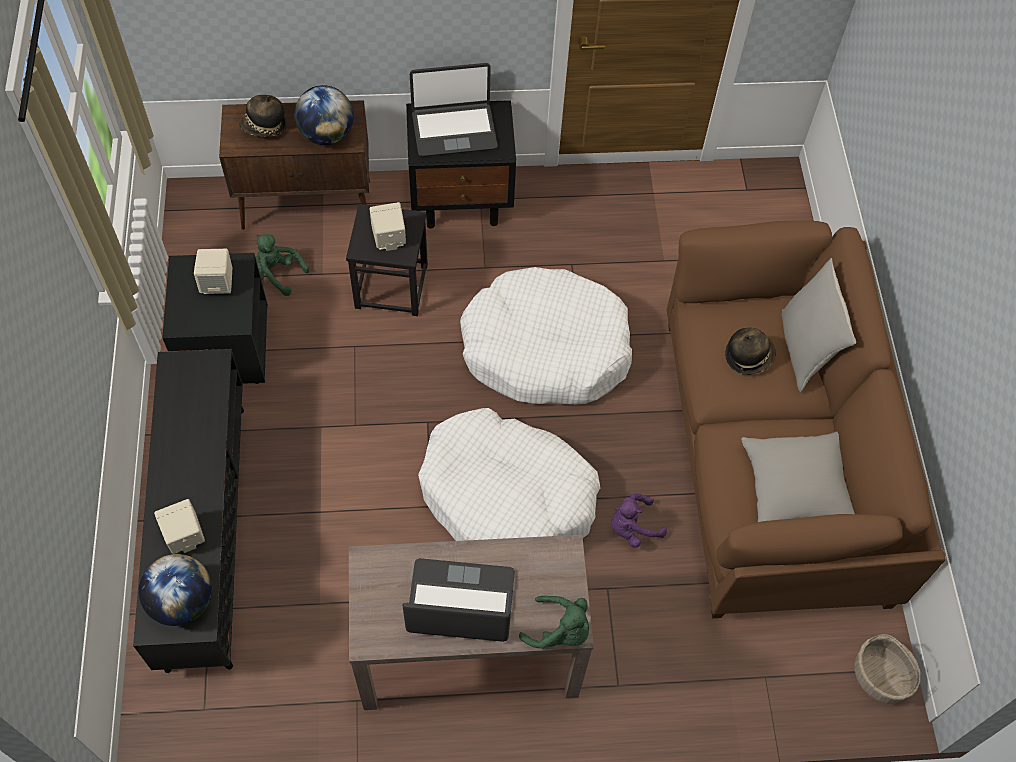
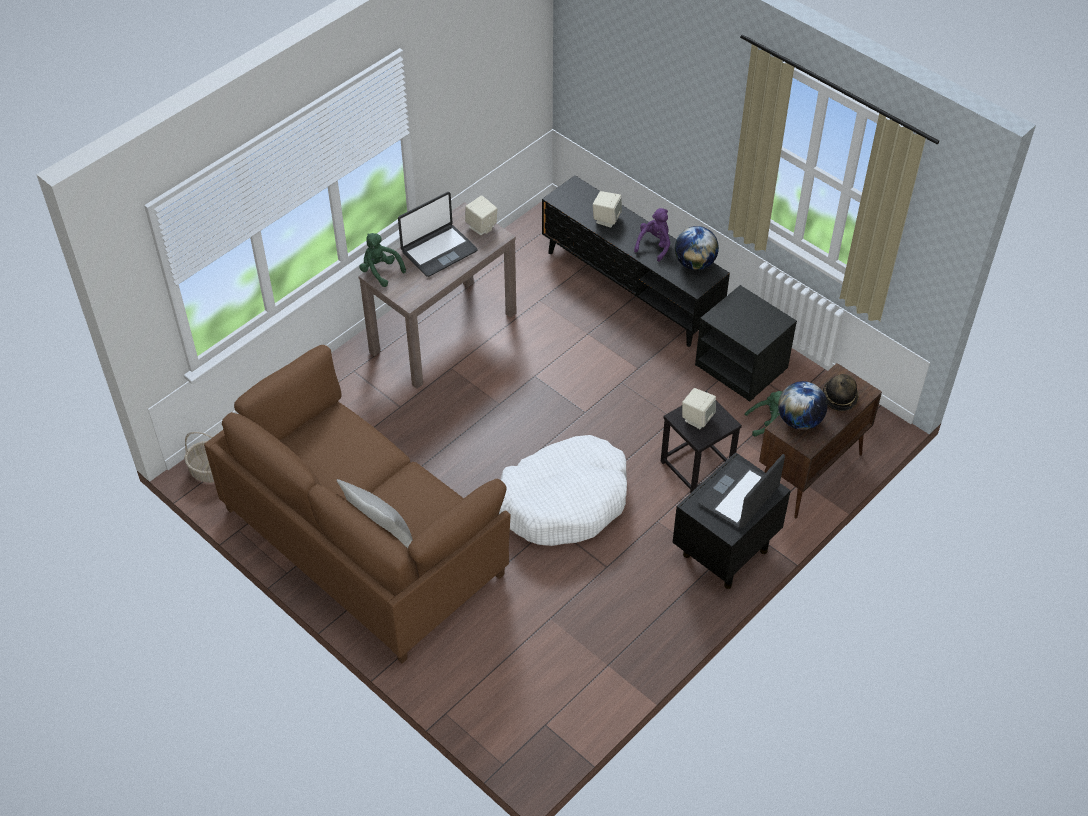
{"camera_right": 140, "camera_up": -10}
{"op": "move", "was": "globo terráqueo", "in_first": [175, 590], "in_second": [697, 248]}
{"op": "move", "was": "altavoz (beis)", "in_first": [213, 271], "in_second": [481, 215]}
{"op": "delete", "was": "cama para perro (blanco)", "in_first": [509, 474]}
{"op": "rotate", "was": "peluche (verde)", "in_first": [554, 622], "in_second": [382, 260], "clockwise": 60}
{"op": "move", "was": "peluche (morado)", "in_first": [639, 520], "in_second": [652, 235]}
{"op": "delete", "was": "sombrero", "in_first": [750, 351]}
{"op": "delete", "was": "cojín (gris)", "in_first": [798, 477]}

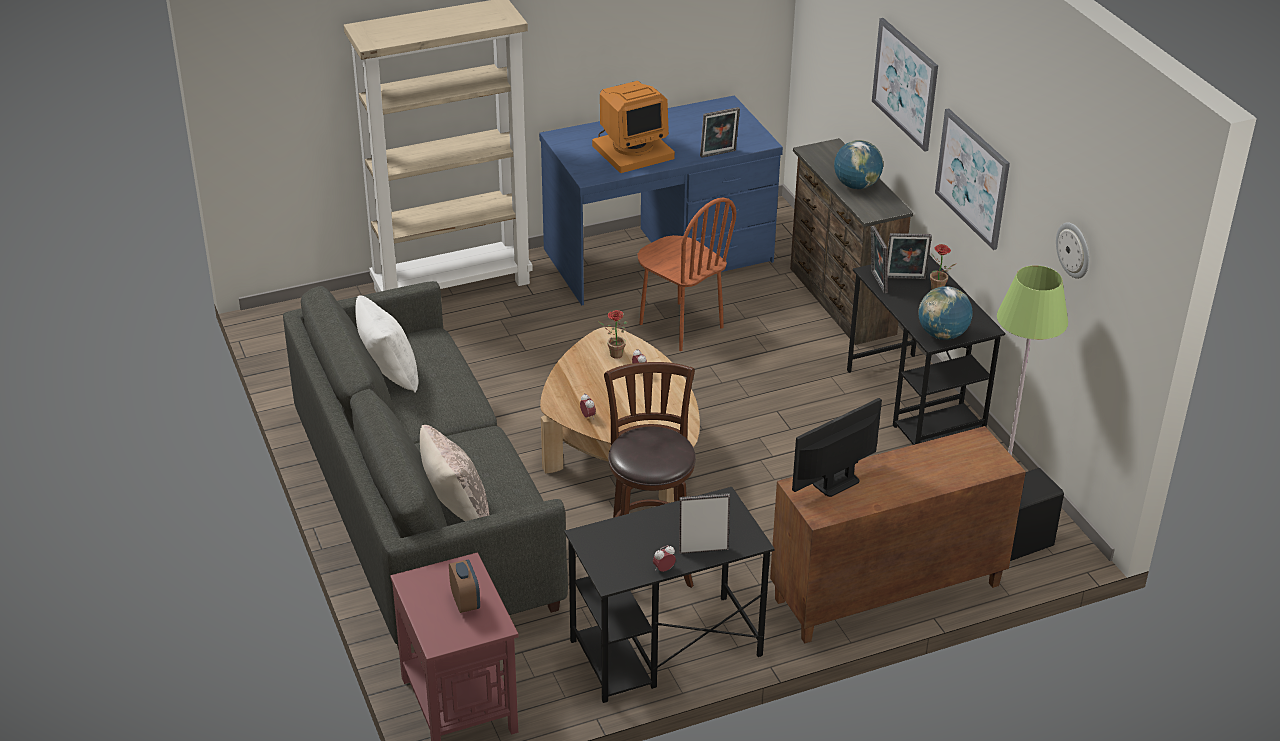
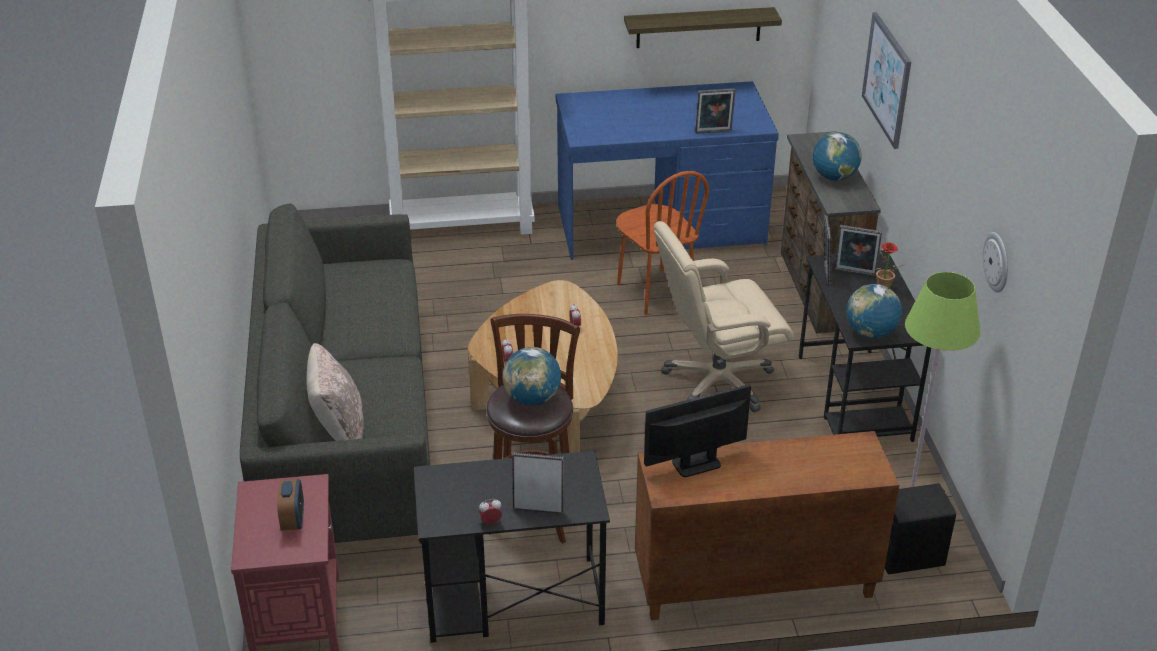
{"camera_right": 15, "camera_up": 0}
{"op": "delete", "was": "cojín (blanco)", "in_first": [386, 343]}
{"op": "delete", "was": "monitor", "in_first": [633, 127]}
{"op": "delete", "was": "planta en maceta", "in_first": [612, 334]}
{"op": "delete", "was": "cuadro", "in_first": [972, 179]}
{"op": "insert", "now": "globo terráqueo", "in_second": [531, 376]}
{"op": "insert", "now": "estante", "in_second": [703, 27]}
{"op": "insert", "now": "silla de oficina (beis)", "in_second": [724, 316]}

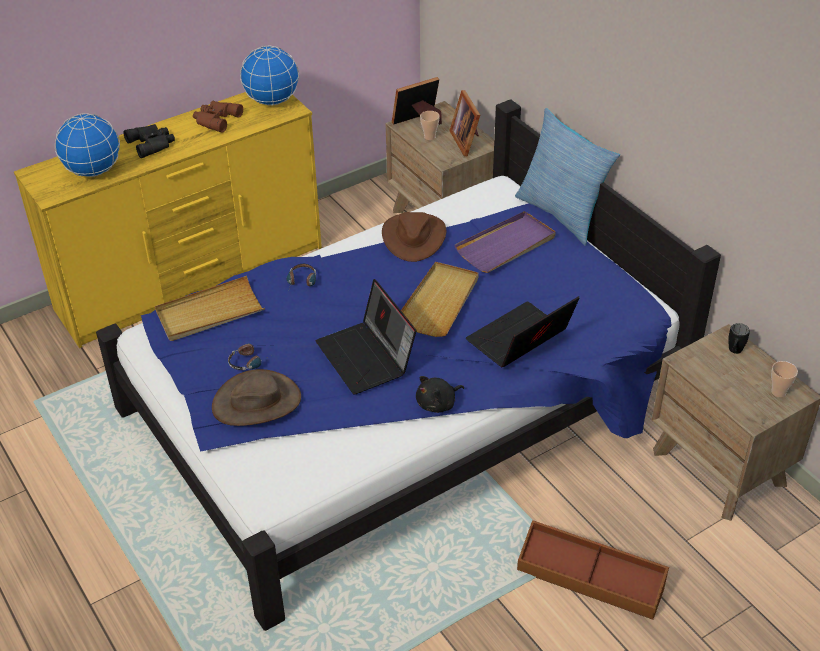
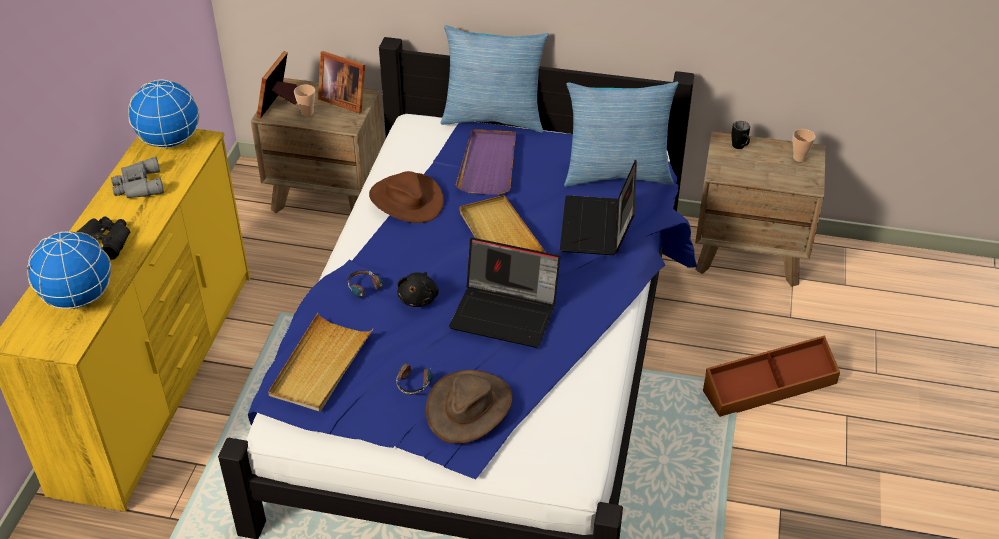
{"camera_right": -45, "camera_up": 0}
{"op": "recolor", "was": "prismáticos (marrón)", "now": "prismáticos (gris)", "in_first": [218, 117], "in_second": [137, 177]}
{"op": "move", "was": "peluche (negro)", "in_first": [440, 394], "in_second": [418, 289]}
{"op": "insert", "now": "cojín", "in_second": [621, 134]}

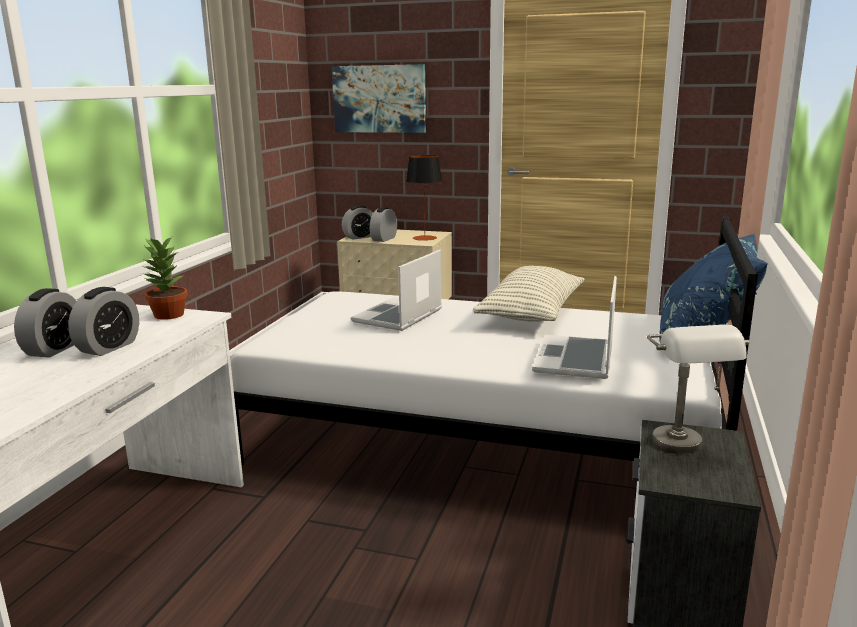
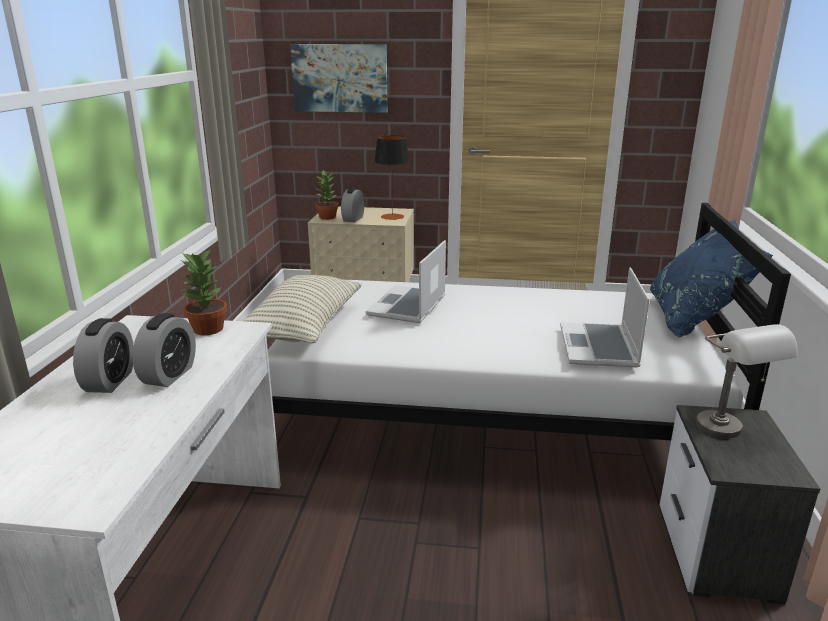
{"camera_right": -10, "camera_up": 5}
{"op": "replace", "was": "despertador", "now": "planta en maceta", "in_first": [357, 223], "in_second": [327, 195]}
{"op": "move", "was": "cojín", "in_first": [528, 294], "in_second": [302, 309]}

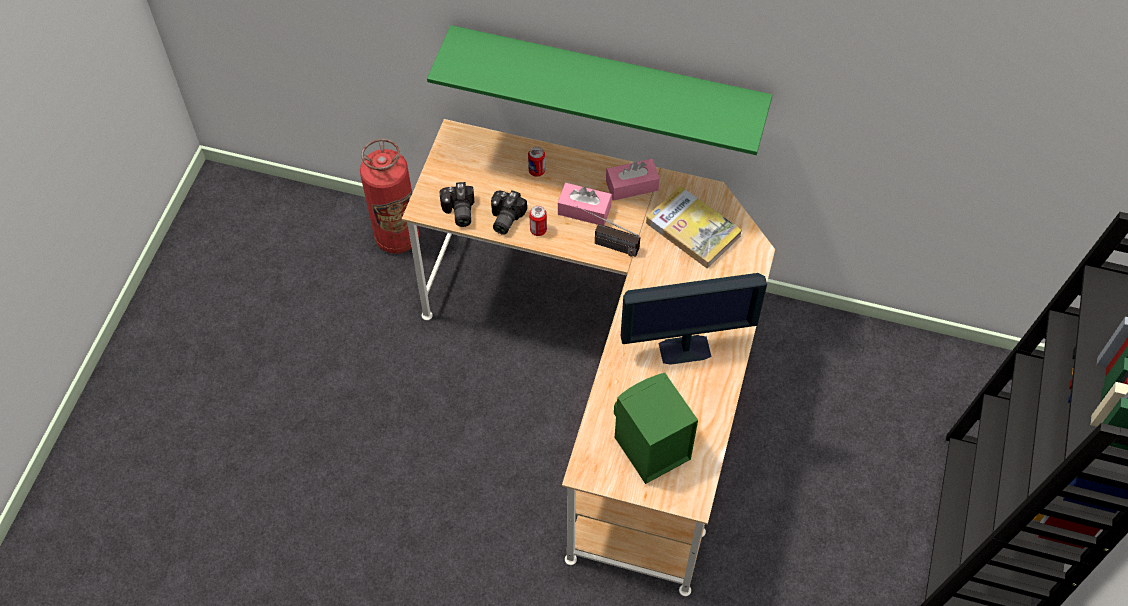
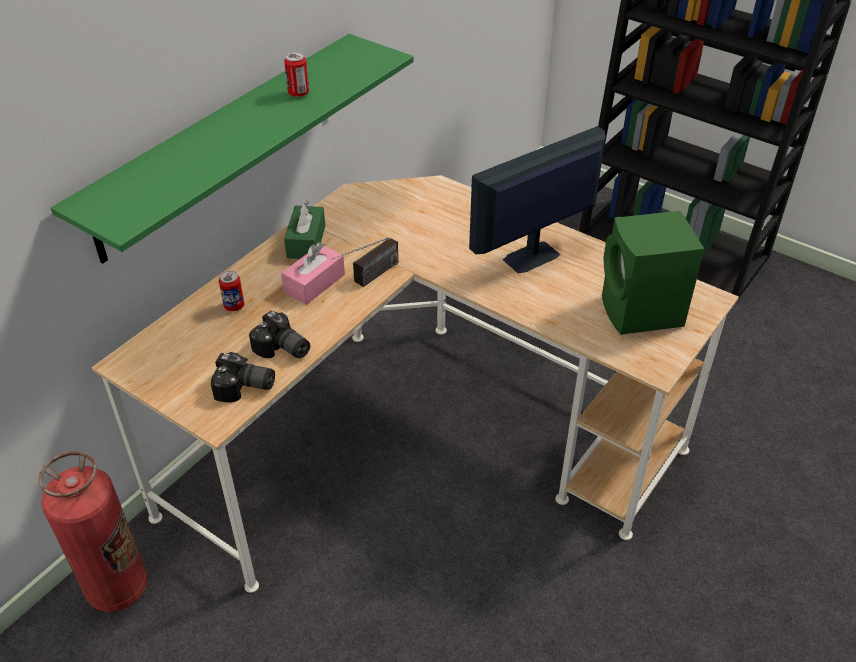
{"camera_right": -70, "camera_up": -15}
{"op": "move", "was": "lata", "in_first": [538, 221], "in_second": [296, 74]}
{"op": "recolor", "was": "caja de pañuelos (rosa)", "now": "caja de pañuelos (verde)", "in_first": [633, 180], "in_second": [304, 229]}
{"op": "rotate", "was": "monitor", "in_first": [694, 319], "in_second": [537, 200], "clockwise": -135}
{"op": "delete", "was": "libro", "in_first": [694, 227]}

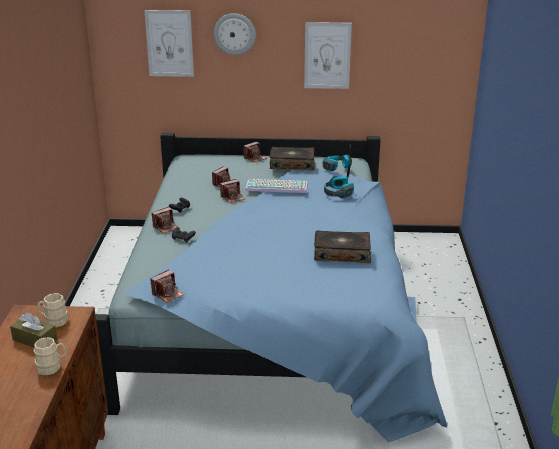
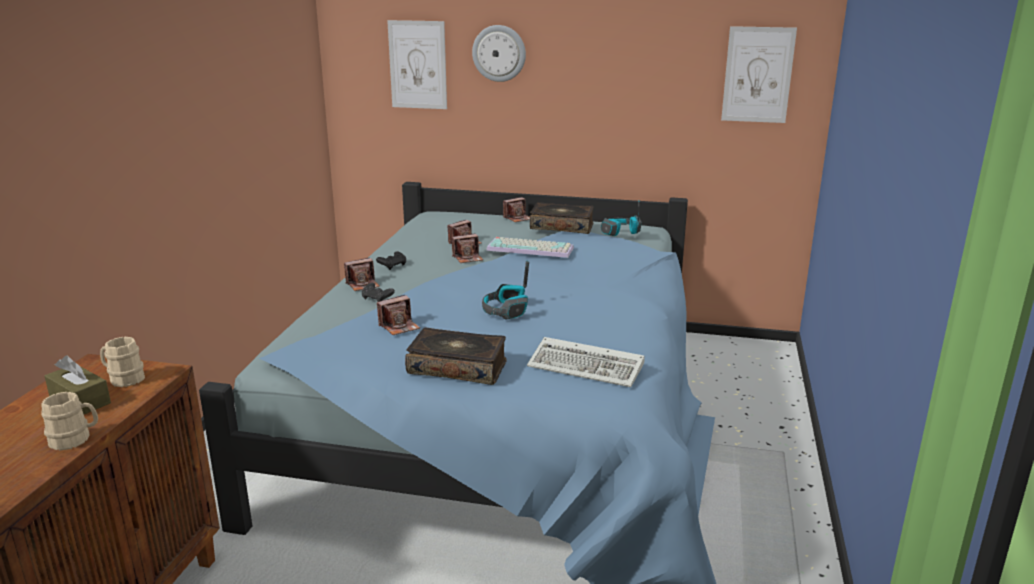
{"camera_right": 10, "camera_up": -5}
{"op": "move", "was": "cámara", "in_first": [167, 286], "in_second": [398, 315]}
{"op": "move", "was": "cuadro", "in_first": [328, 55], "in_second": [759, 74]}
{"op": "move", "was": "libro", "in_first": [342, 247], "in_second": [456, 356]}
{"op": "move", "was": "auriculares", "in_first": [339, 179], "in_second": [505, 290]}
{"op": "insert", "now": "teclado", "in_second": [586, 362]}

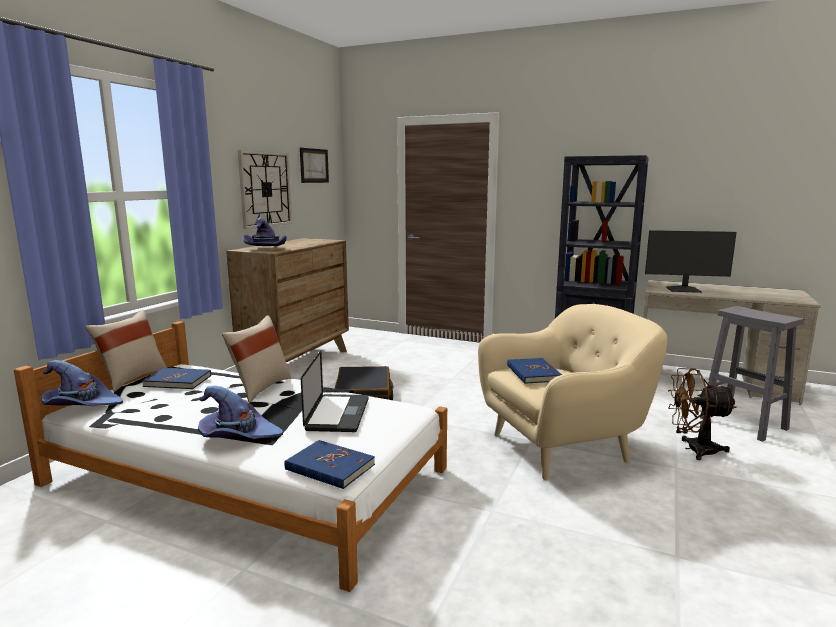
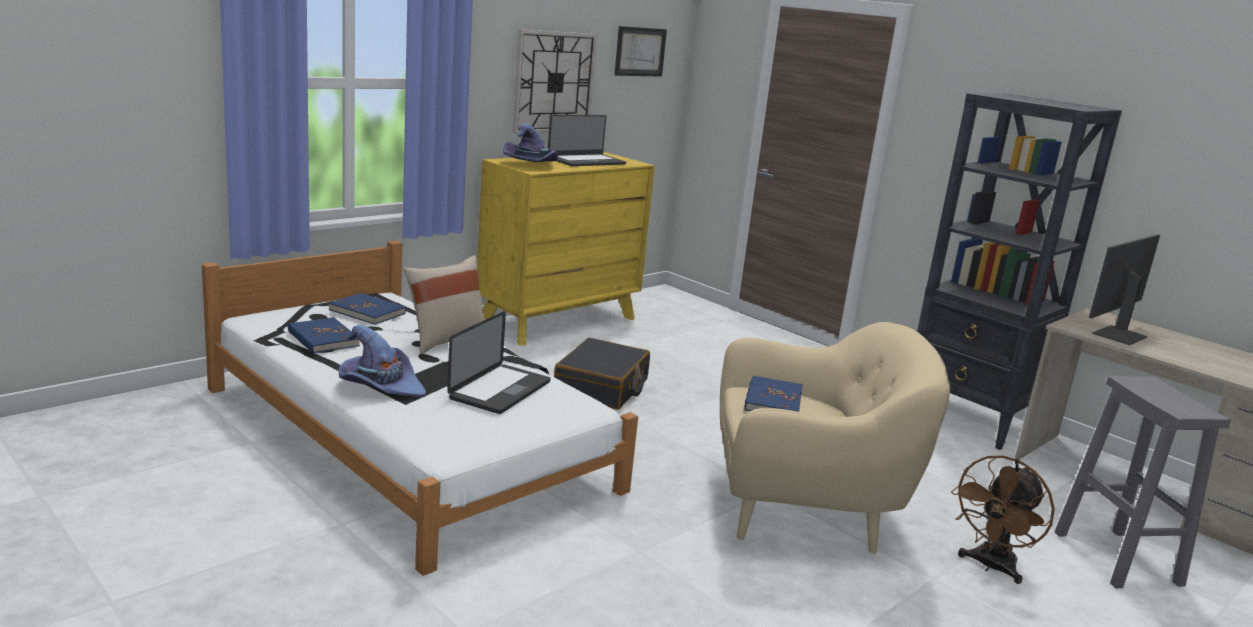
{"camera_right": 20, "camera_up": 5}
{"op": "delete", "was": "sombrero (morado)", "in_first": [82, 383]}
{"op": "delete", "was": "cojín (beis)", "in_first": [125, 351]}
{"op": "recolor", "was": "cómoda (marrón)", "now": "cómoda (amarillo)", "in_first": [287, 300], "in_second": [566, 248]}
{"op": "move", "was": "libro (azul)", "in_first": [329, 464], "in_second": [324, 335]}
{"op": "rotate", "was": "monitor", "in_first": [691, 261], "in_second": [1124, 290], "clockwise": 105}
{"op": "rotate", "was": "ventilador (marrón)", "in_first": [702, 414], "in_second": [1003, 519], "clockwise": -75}
{"op": "insert", "now": "portátil", "in_second": [587, 140]}

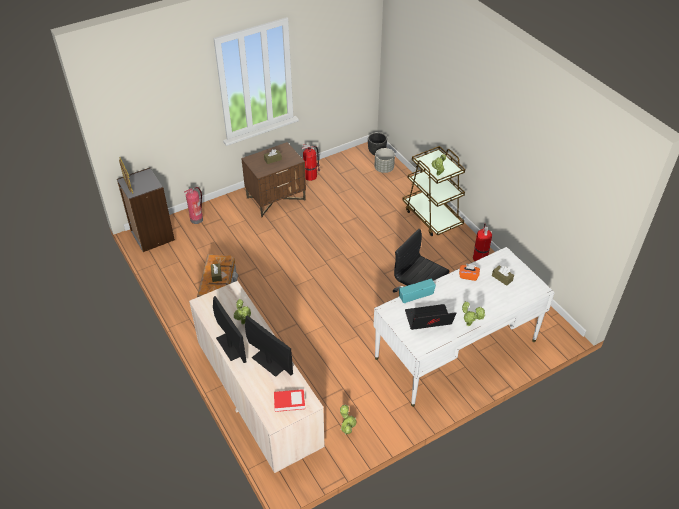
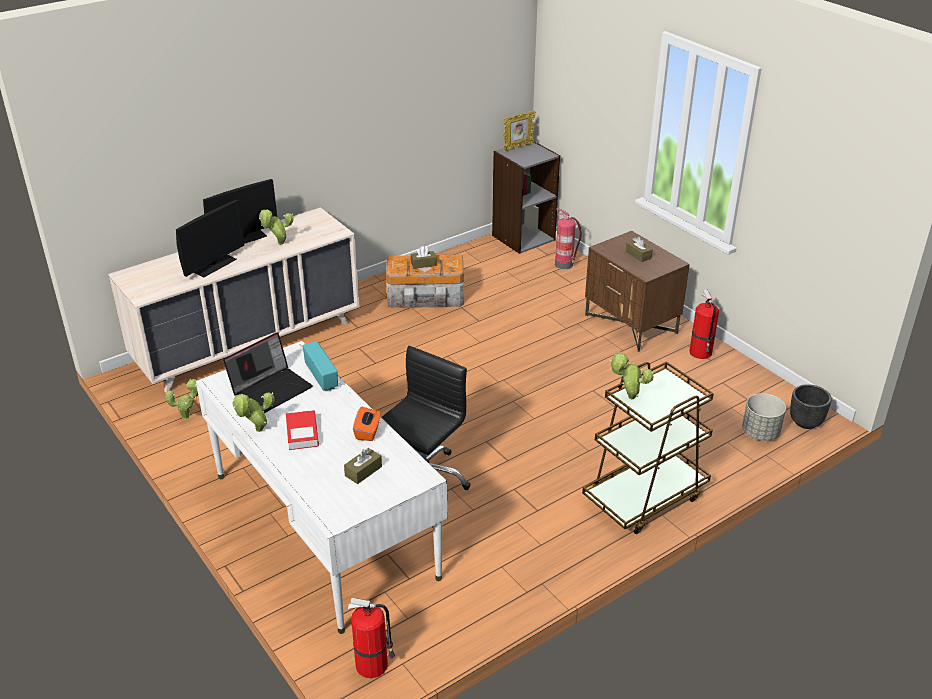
{"camera_right": 85, "camera_up": -10}
{"op": "move", "was": "libro", "in_first": [289, 400], "in_second": [302, 430]}
{"op": "rotate", "was": "portátil", "in_first": [431, 317], "in_second": [268, 372], "clockwise": 60}
{"op": "move", "was": "extintor", "in_first": [482, 242], "in_second": [371, 638]}

